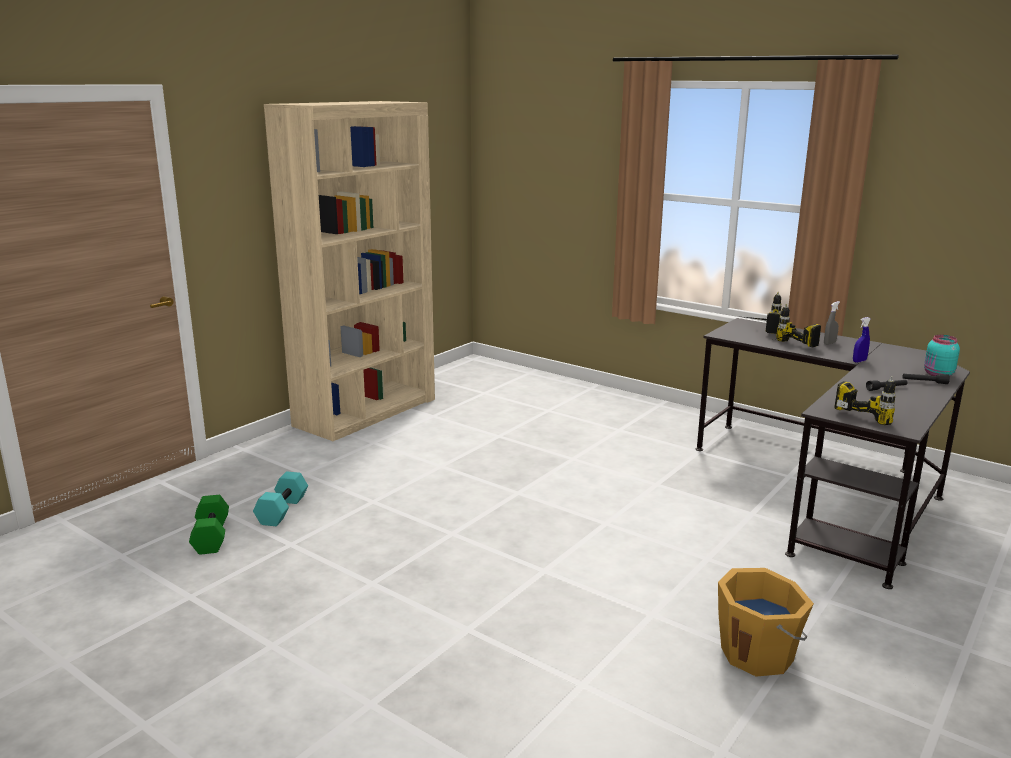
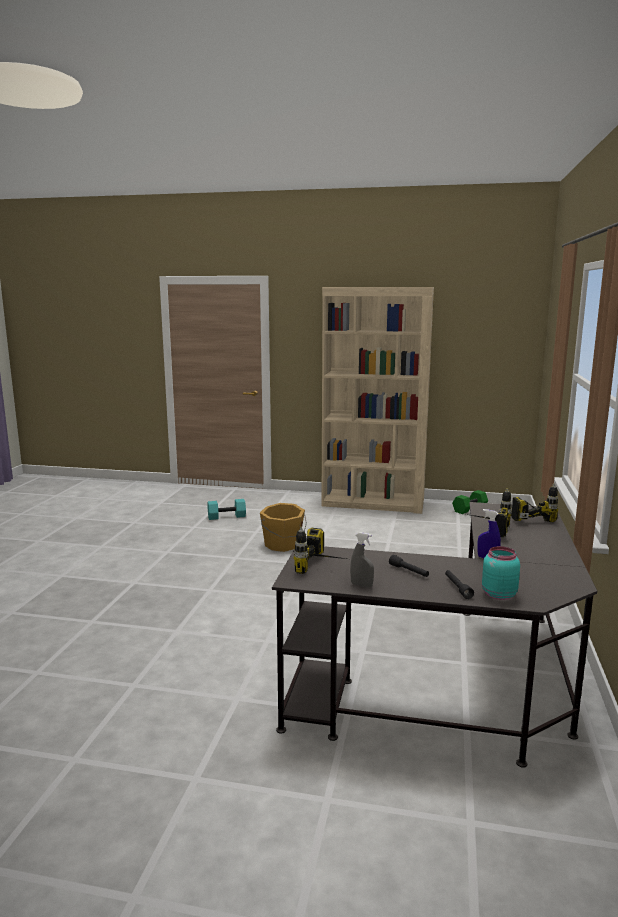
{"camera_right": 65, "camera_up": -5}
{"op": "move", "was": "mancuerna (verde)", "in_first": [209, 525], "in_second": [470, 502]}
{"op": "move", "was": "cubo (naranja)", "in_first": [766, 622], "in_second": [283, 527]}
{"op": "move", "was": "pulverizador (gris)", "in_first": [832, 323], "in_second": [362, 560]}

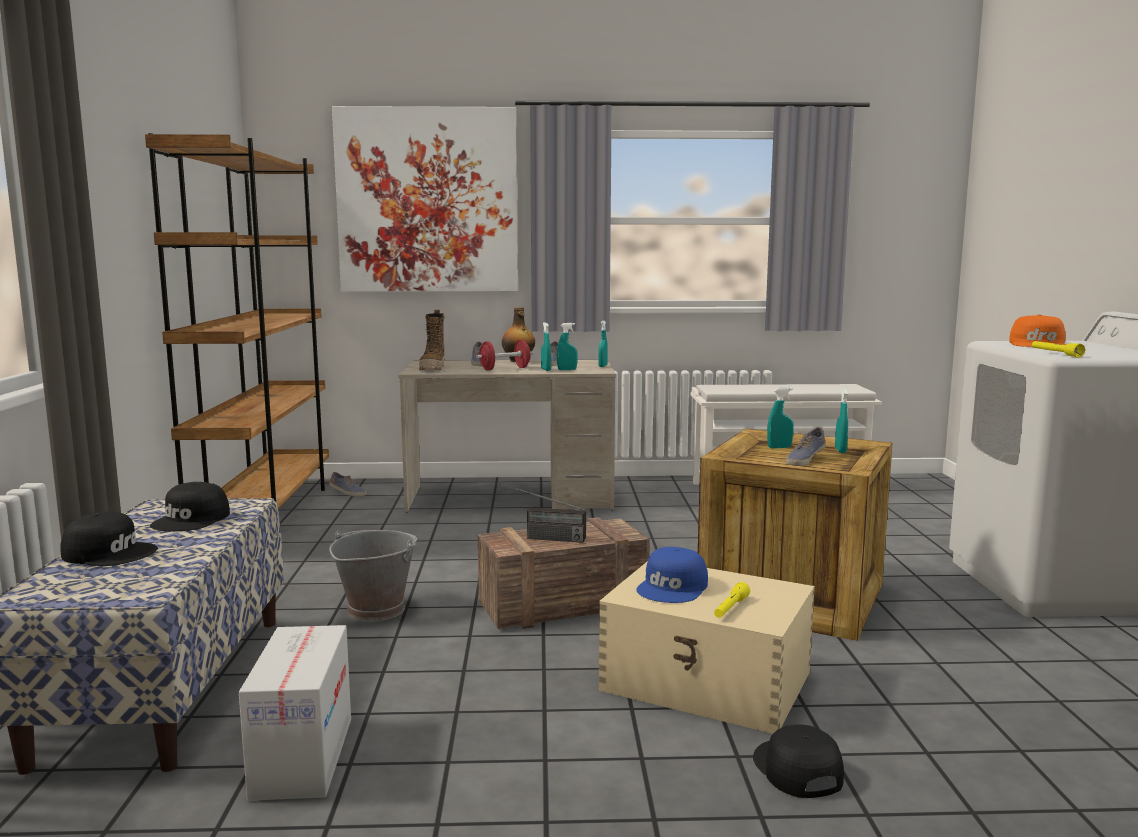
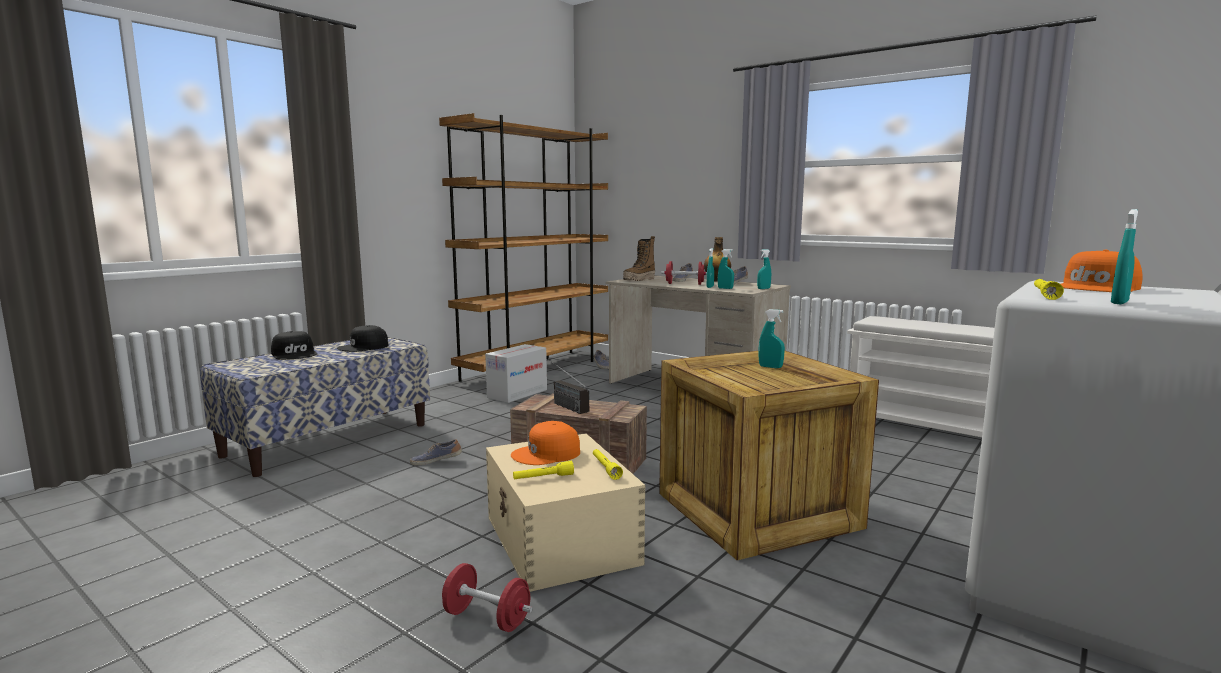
{"camera_right": 40, "camera_up": 0}
{"op": "move", "was": "caja de cartón", "in_first": [295, 713], "in_second": [516, 373]}
{"op": "delete", "was": "cubo (gris)", "in_first": [373, 575]}
{"op": "delete", "was": "cuadro", "in_first": [425, 199]}
{"op": "recolor", "was": "gorra (azul)", "now": "gorra (naranja)", "in_first": [672, 575], "in_second": [545, 443]}
{"op": "replace", "was": "gorra (negro)", "now": "mancuerna (rojo)", "in_first": [798, 761], "in_second": [487, 597]}
{"op": "move", "was": "zapato", "in_first": [806, 446], "in_second": [436, 452]}
{"op": "move", "was": "pulverizador (turquesa)", "in_first": [841, 420], "in_second": [1124, 256]}
{"op": "insert", "now": "linterna (amarillo)", "in_second": [608, 464]}

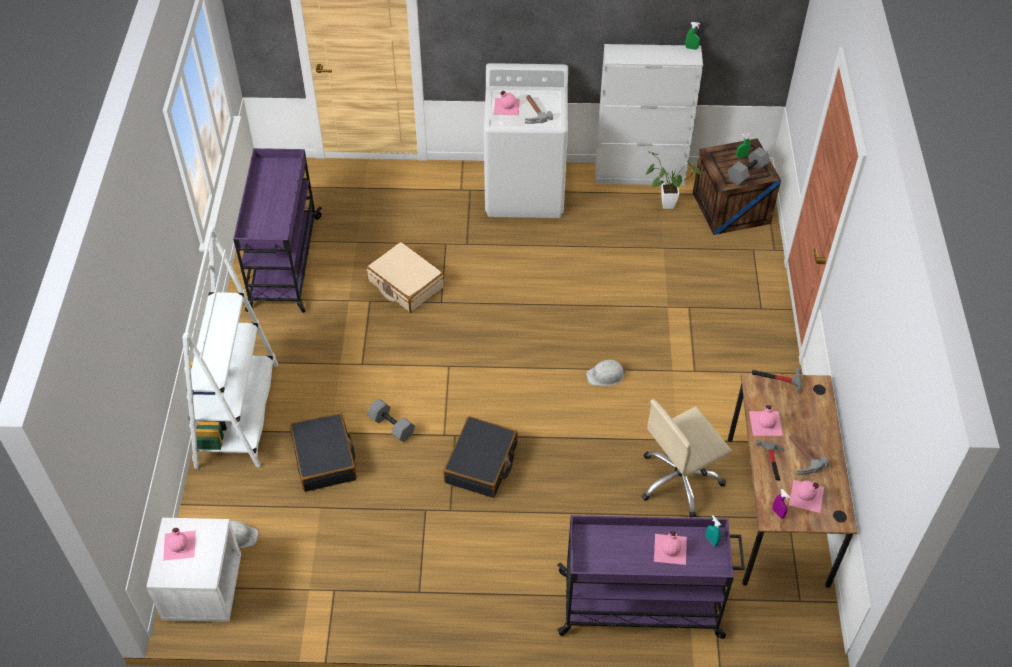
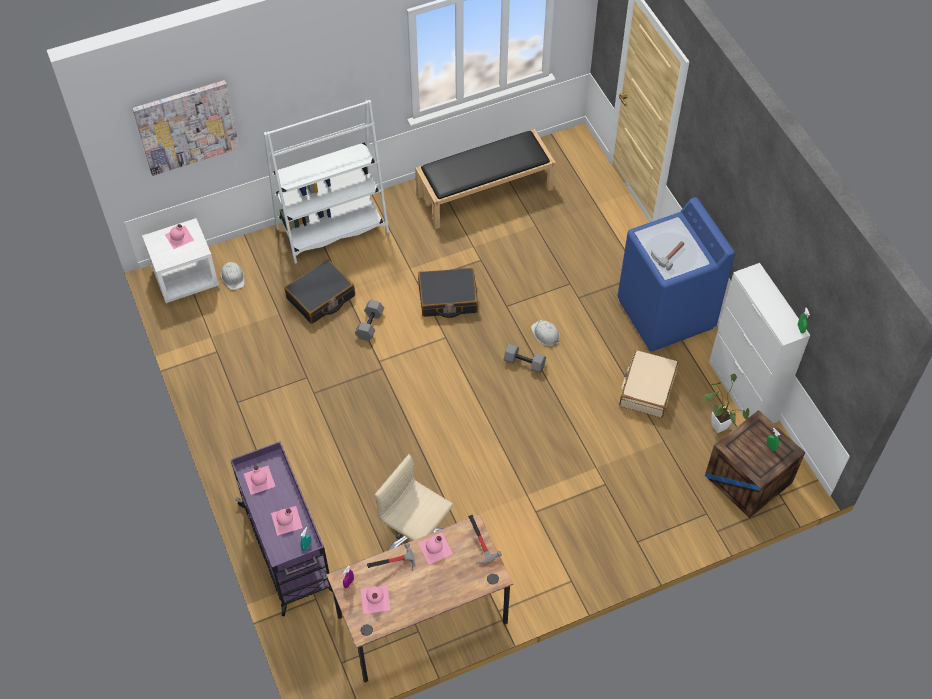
{"camera_right": 65, "camera_up": 5}
{"op": "replace", "was": "carrito (morado)", "now": "banco (negro)", "in_first": [277, 230], "in_second": [485, 179]}
{"op": "move", "was": "maleta (beis)", "in_first": [405, 277], "in_second": [649, 384]}
{"op": "move", "was": "maleta (negro)", "in_first": [480, 457], "in_second": [448, 293]}
{"op": "recolor", "was": "lavadora (blanco)", "now": "lavadora (azul)", "in_first": [526, 140], "in_second": [676, 274]}
{"op": "move", "was": "botella (rosa)", "in_first": [507, 103], "in_second": [260, 480]}
{"op": "move", "was": "casco (blanco)", "in_first": [606, 373], "in_second": [545, 333]}
{"op": "move", "was": "mancuerna (gris)", "in_first": [749, 166], "in_second": [525, 358]}
{"op": "delete", "was": "martillo", "in_first": [809, 454]}
{"op": "insert", "now": "cuadro", "in_second": [185, 128]}

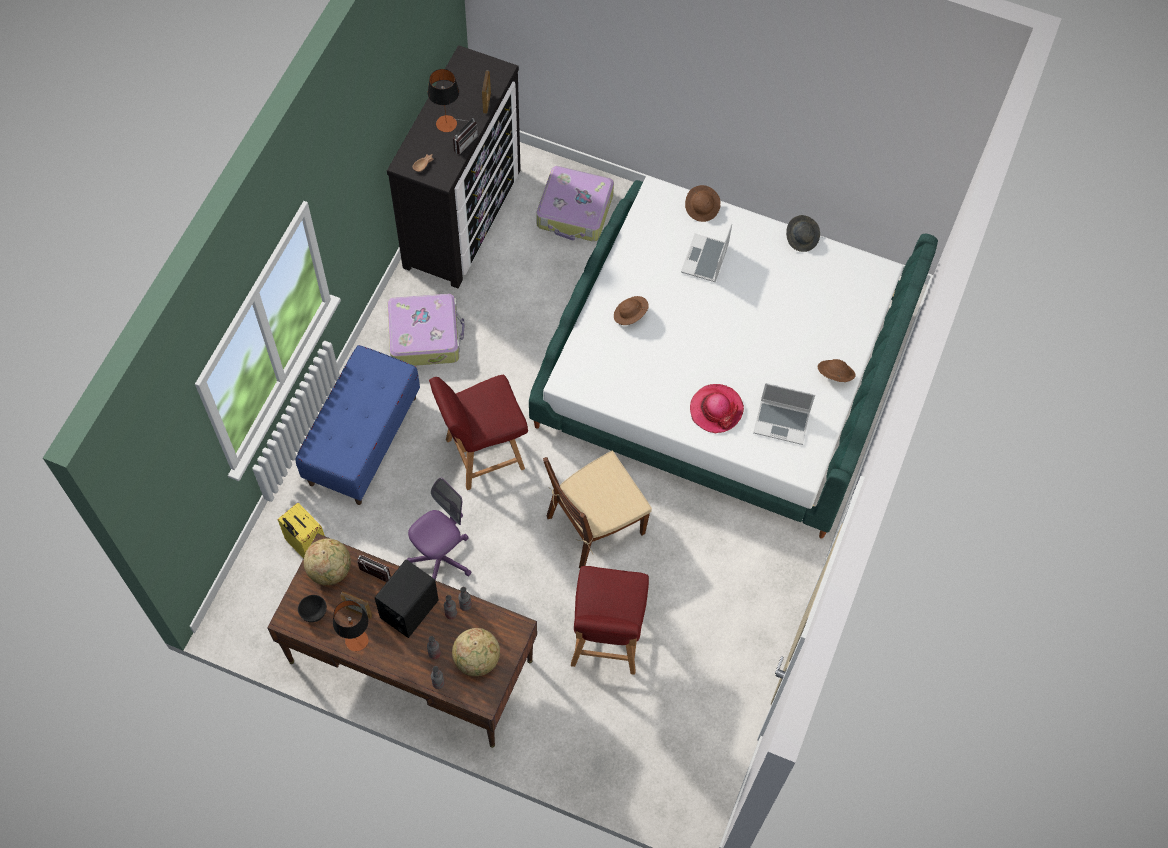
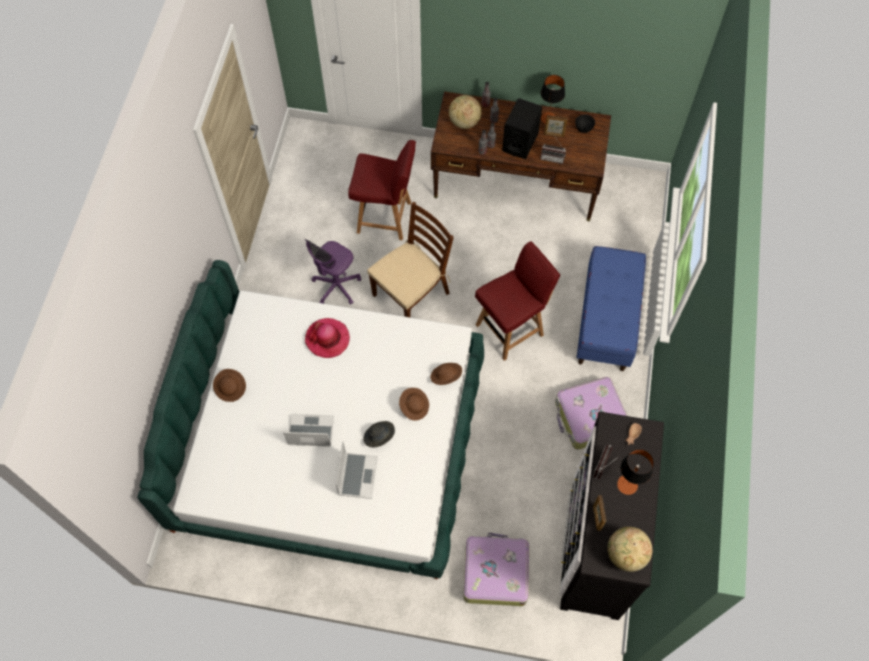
{"camera_right": 170, "camera_up": 0}
{"op": "delete", "was": "maleta (amarillo)", "in_first": [301, 531]}
{"op": "move", "was": "globo terráqueo", "in_first": [327, 561], "in_second": [629, 549]}
{"op": "move", "was": "silla de oficina (morado)", "in_first": [439, 529], "in_second": [333, 272]}
{"op": "rotate", "was": "silla (rojo)", "in_first": [610, 620], "in_second": [382, 190], "clockwise": 105}
{"op": "move", "was": "sombrero (marrón)", "in_first": [702, 203], "in_second": [446, 374]}
{"op": "move", "was": "portátil", "in_first": [784, 414], "in_second": [308, 430]}
{"op": "move", "was": "sombrero (gris)", "in_first": [803, 233], "in_second": [379, 434]}

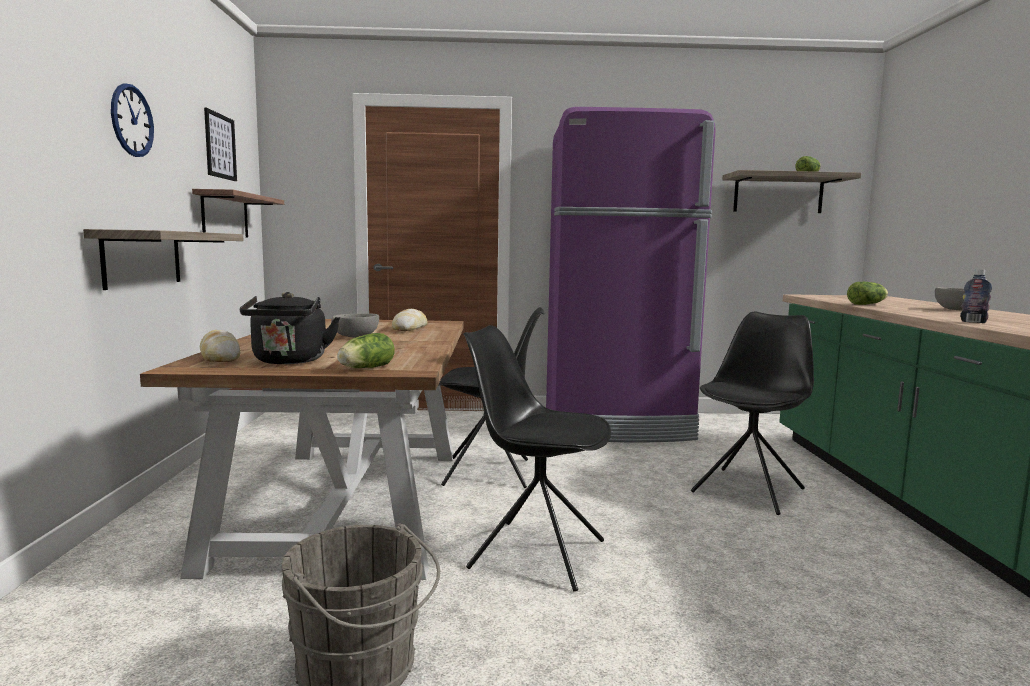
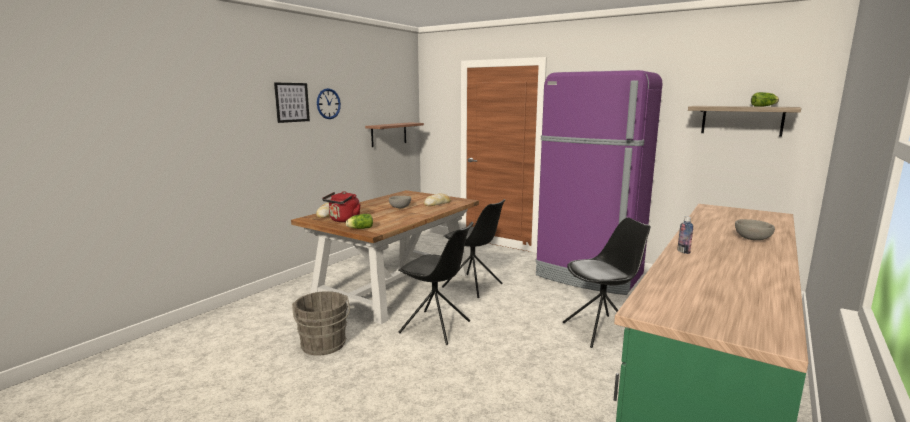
{"camera_right": 35, "camera_up": 5}
{"op": "delete", "was": "estante", "in_first": [163, 259]}
{"op": "move", "was": "cuadro", "in_first": [220, 144], "in_second": [292, 103]}
{"op": "recolor", "was": "hervidor (negro)", "now": "hervidor (rojo)", "in_first": [290, 328], "in_second": [341, 206]}
{"op": "rotate", "was": "silla (negro)", "in_first": [537, 458], "in_second": [436, 283], "clockwise": 150}
{"op": "delete", "was": "lechuga", "in_first": [867, 293]}

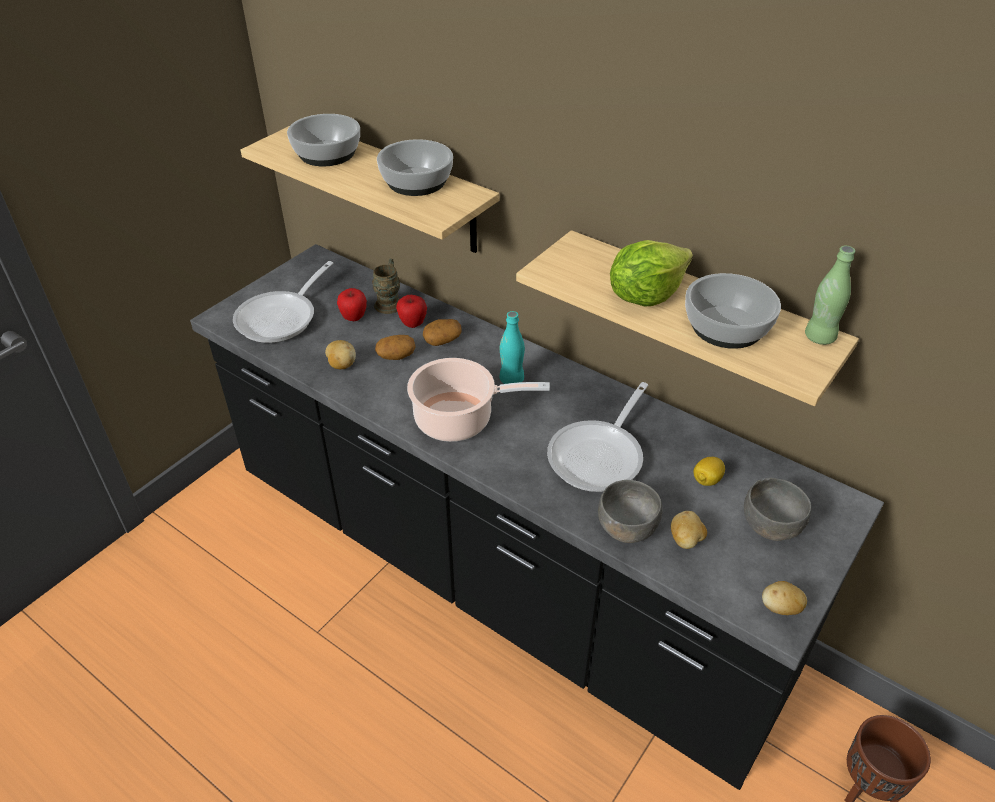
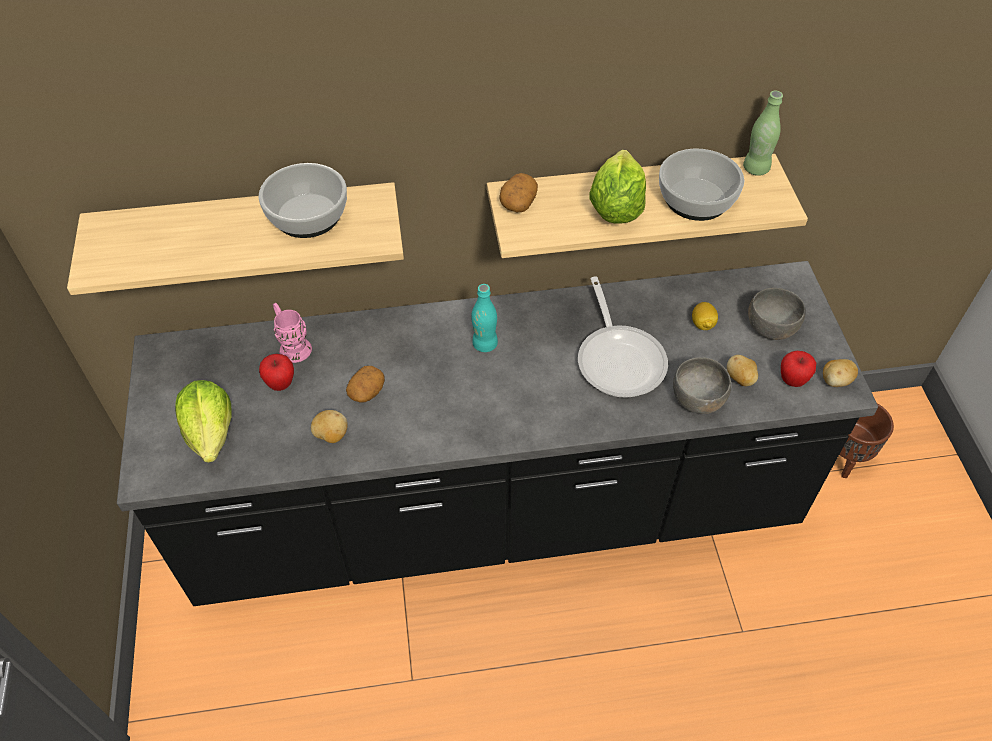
{"camera_right": -45, "camera_up": 10}
{"op": "replace", "was": "sartén", "now": "lechuga", "in_first": [283, 302], "in_second": [203, 421]}
{"op": "delete", "was": "cuenco", "in_first": [323, 140]}
{"op": "recolor", "was": "taza grande (marrón)", "now": "taza grande (rosa)", "in_first": [386, 286], "in_second": [292, 333]}
{"op": "move", "was": "manzana", "in_first": [411, 311], "in_second": [798, 369]}
{"op": "delete", "was": "olla", "in_first": [478, 400]}
{"op": "move", "was": "patata", "in_first": [442, 332], "in_second": [519, 192]}

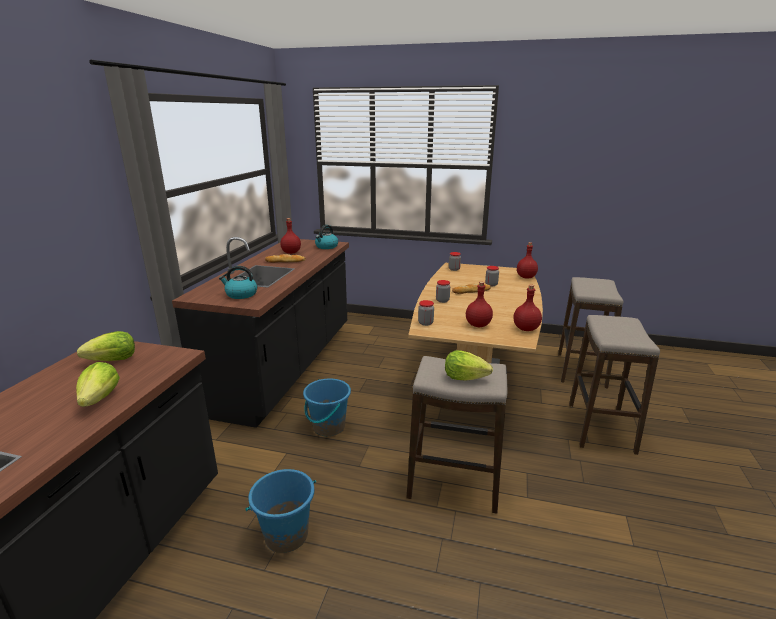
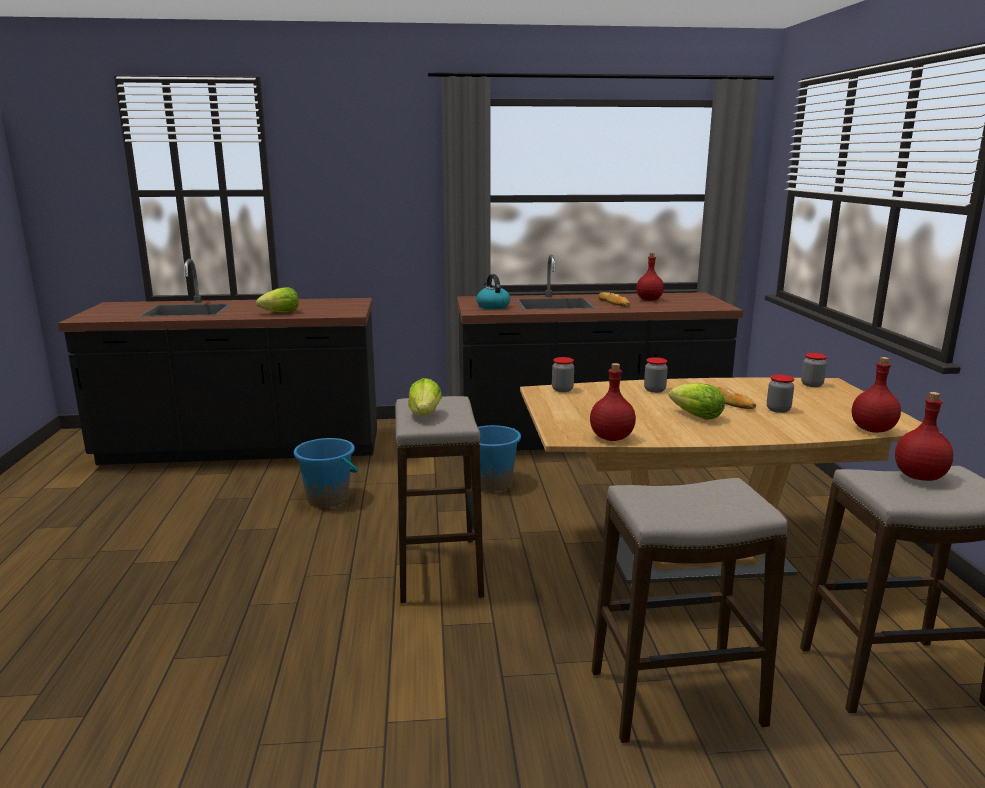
{"camera_right": 70, "camera_up": -5}
{"op": "move", "was": "lechuga", "in_first": [106, 346], "in_second": [697, 401]}
{"op": "delete", "was": "hervidor", "in_first": [326, 237]}
{"op": "move", "was": "botella (rojo)", "in_first": [479, 304], "in_second": [924, 436]}

